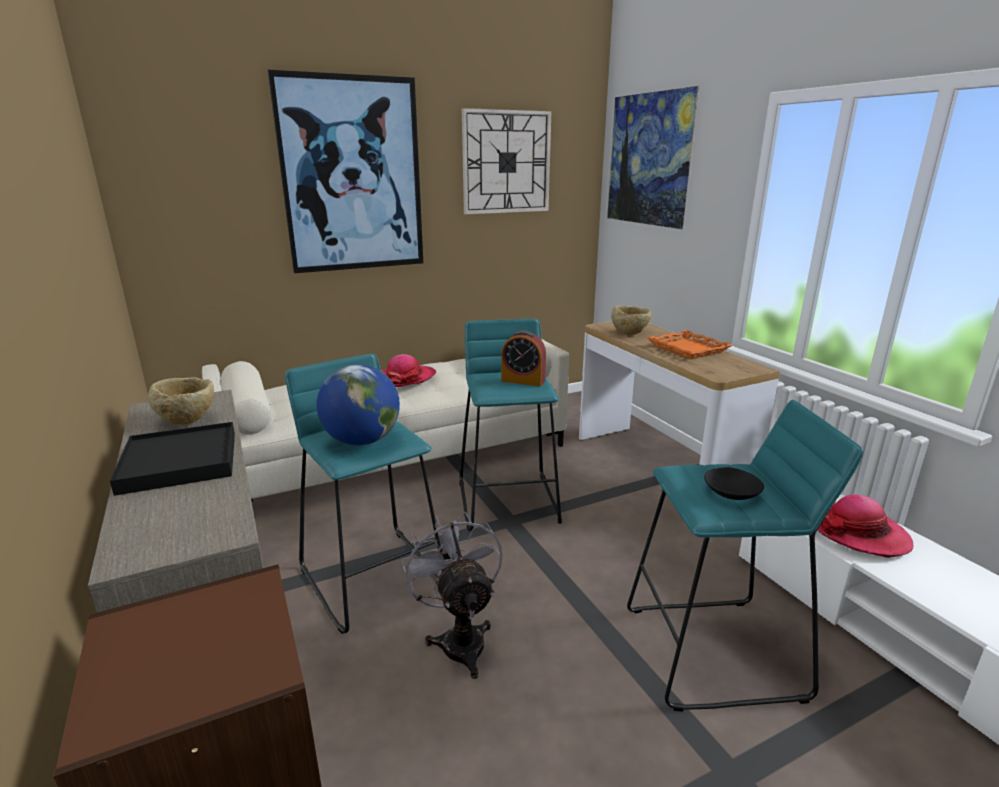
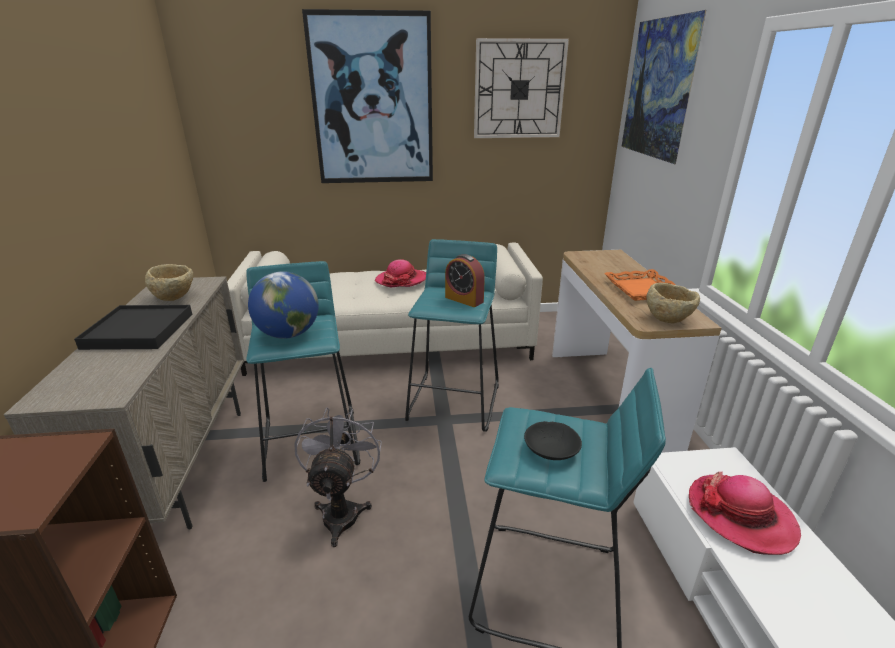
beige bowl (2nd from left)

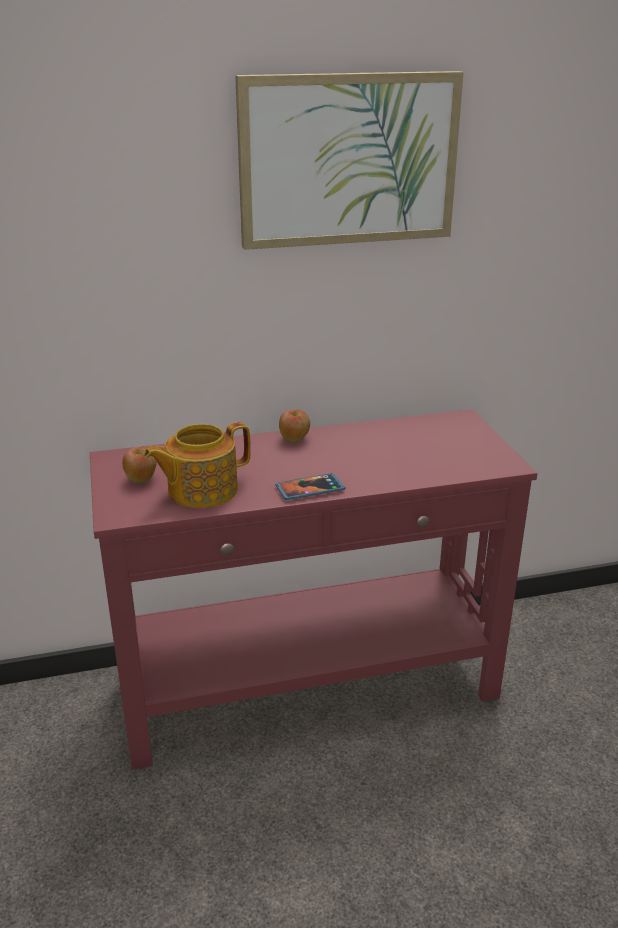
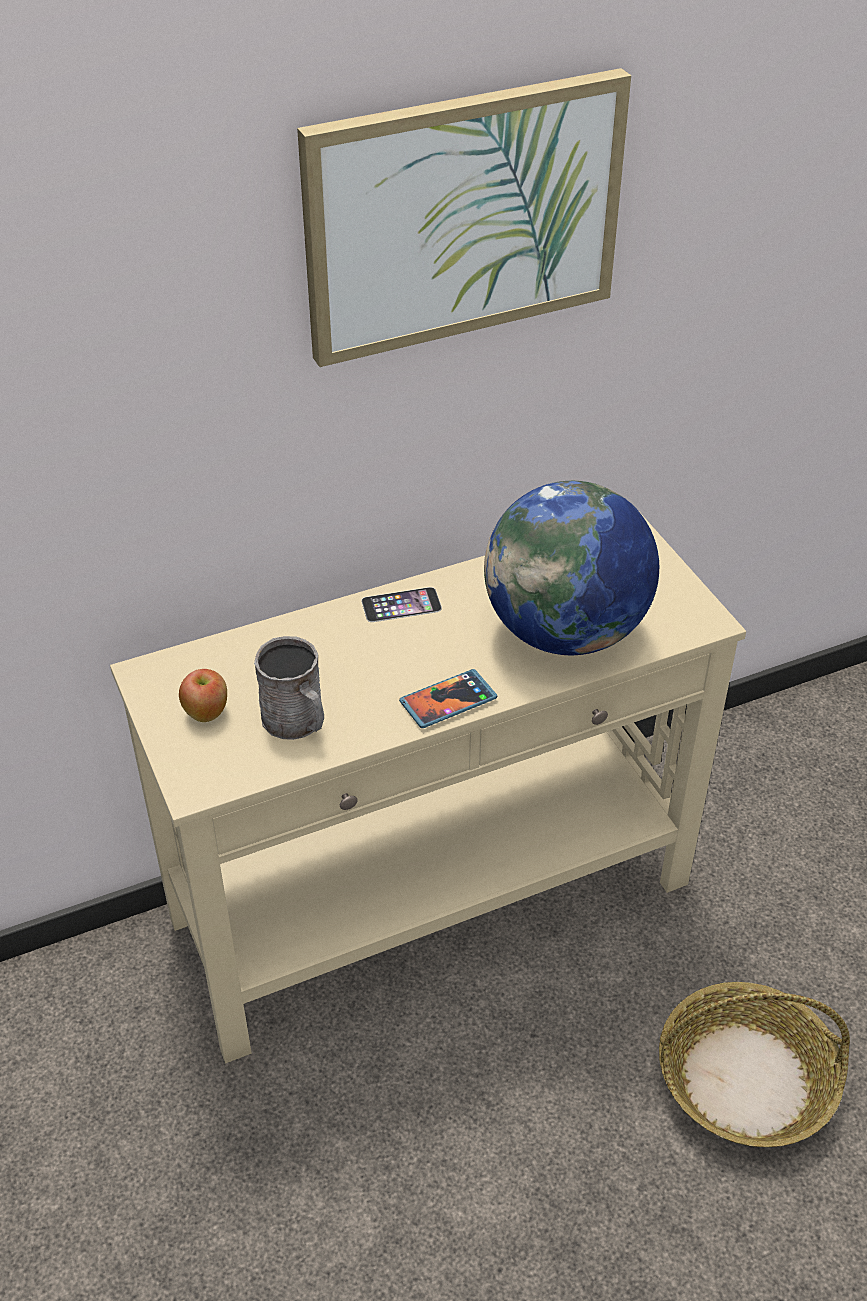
beige console table
grey mug
phone (1st from left)
globe
basket

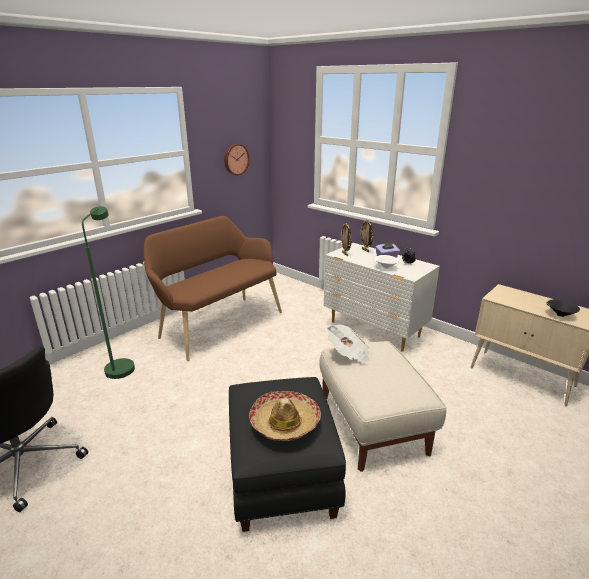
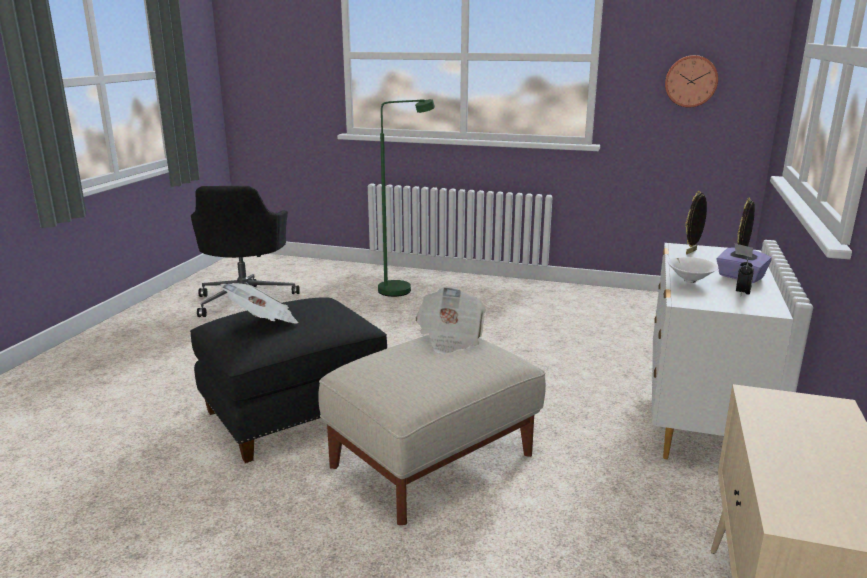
brown bench
newspaper (1st from left)
black bowl

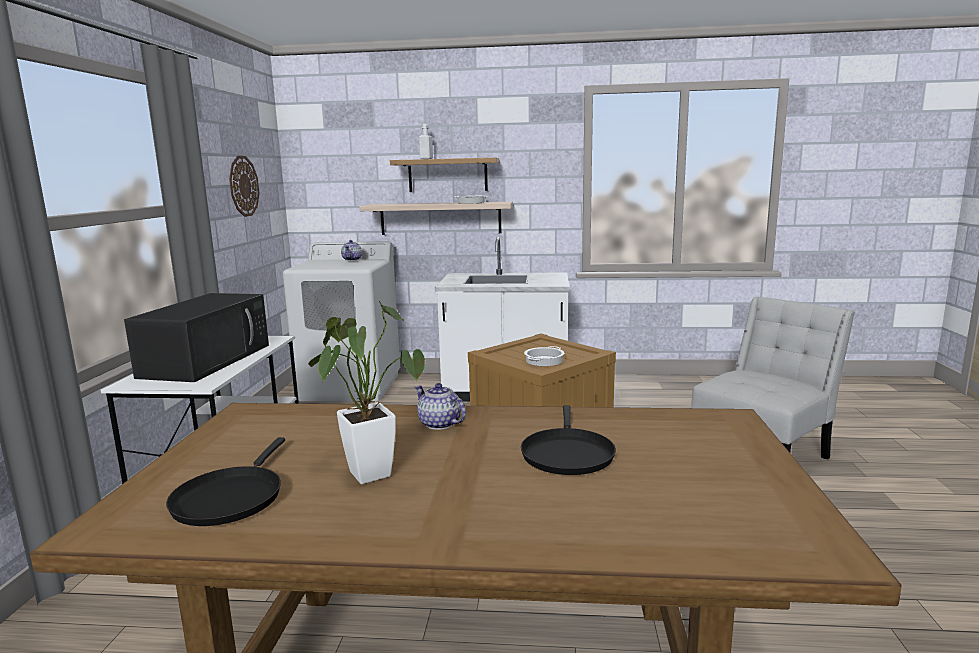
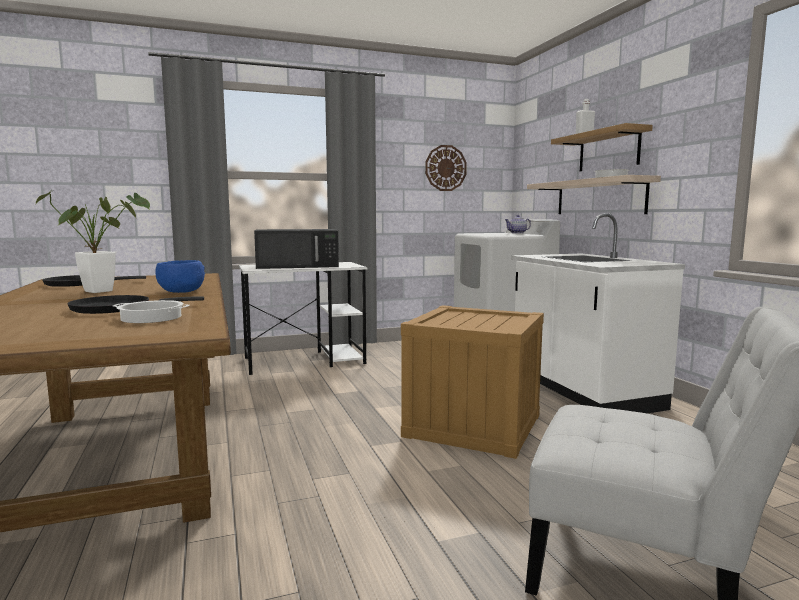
blue bowl
cooking pot (1st from left)

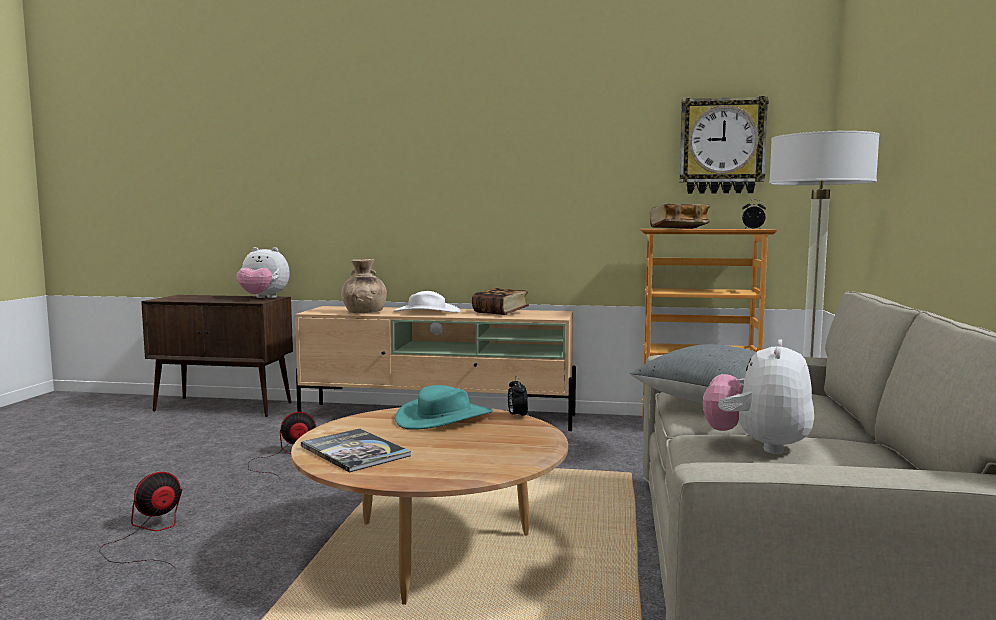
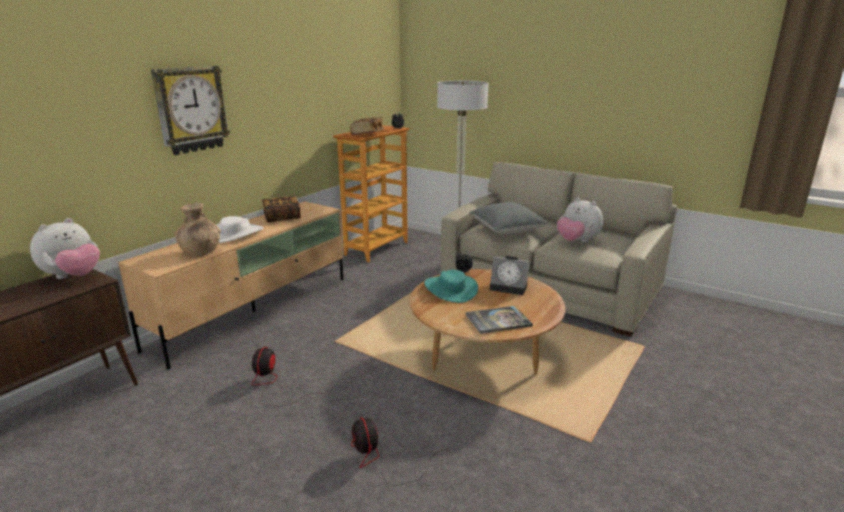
wall clock
alarm clock (3rd from left)

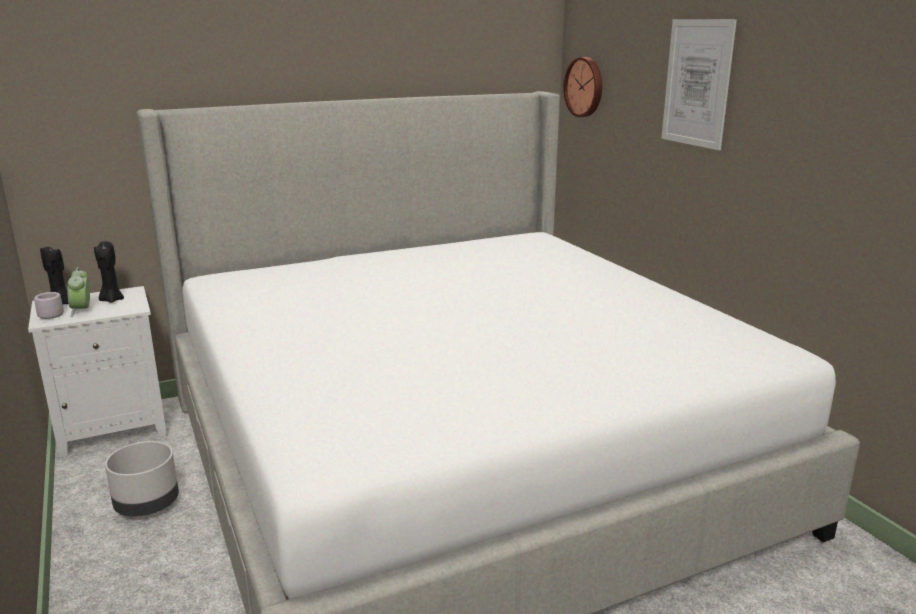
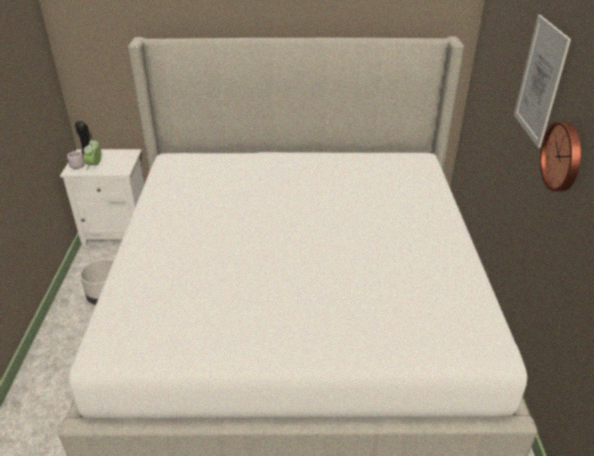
black candle (2nd from left in the first image)
wall clock

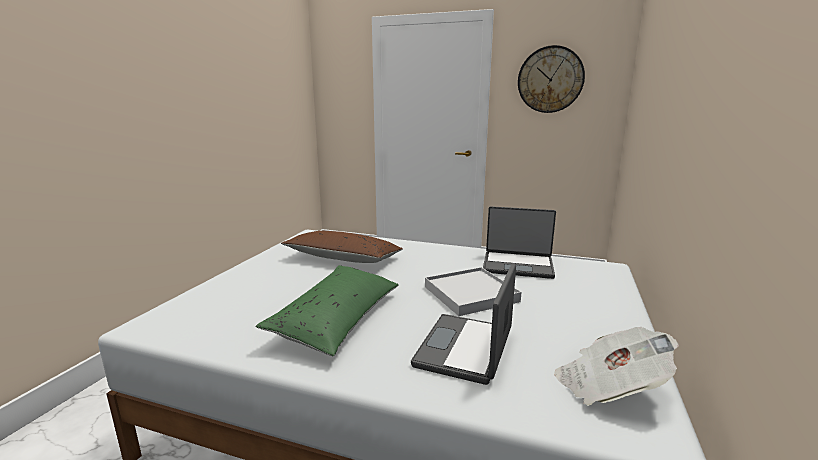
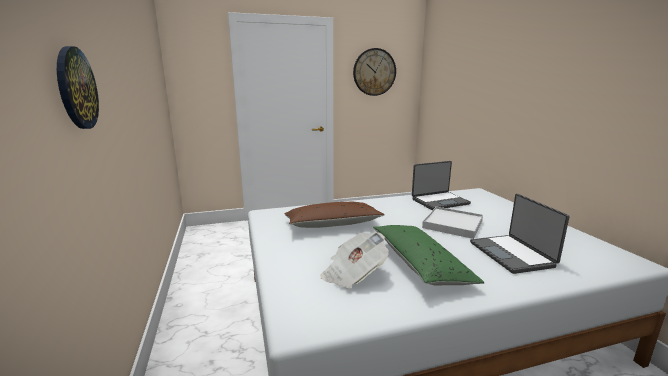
newspaper
wall clock (1st from left)

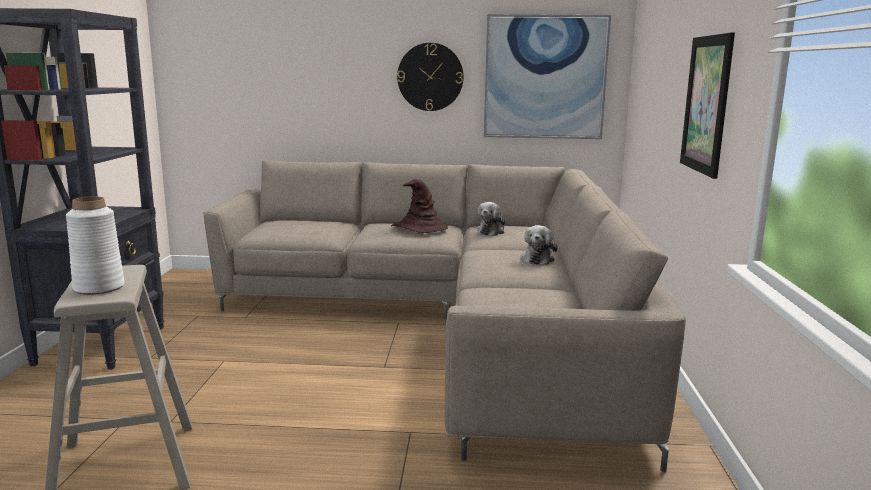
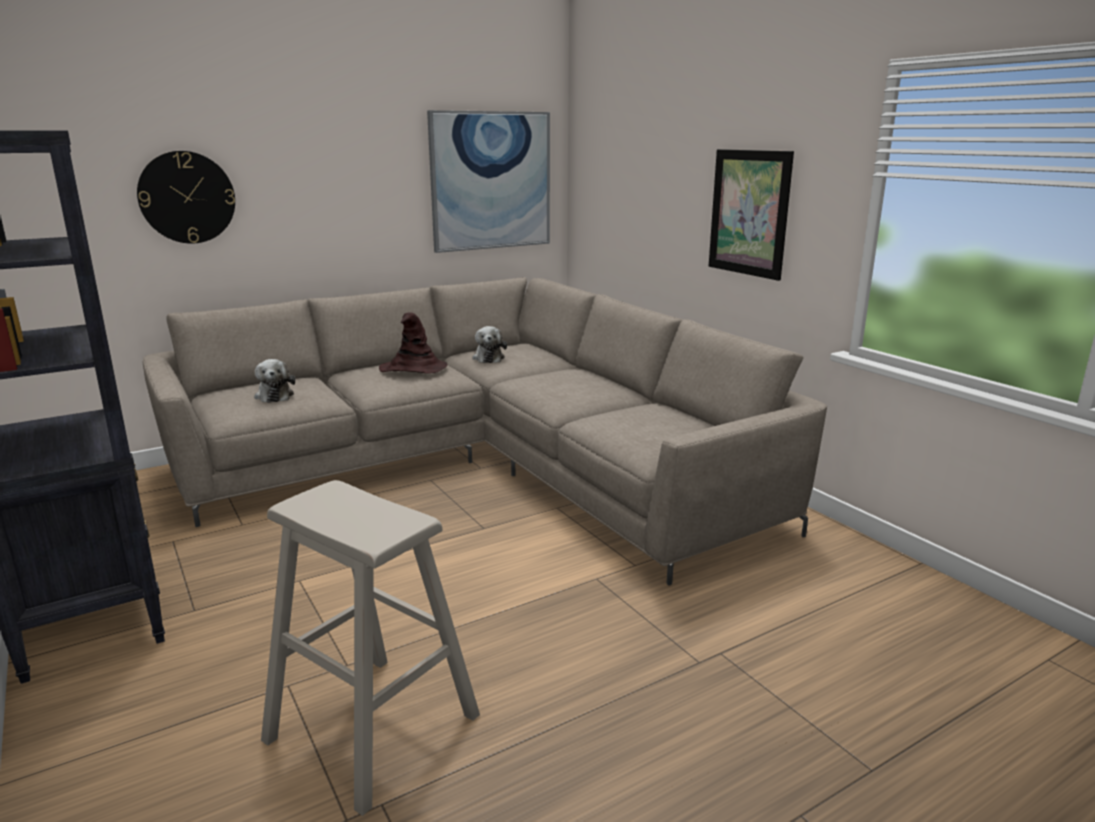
white vase
wall clock
plush toy (1st from left)

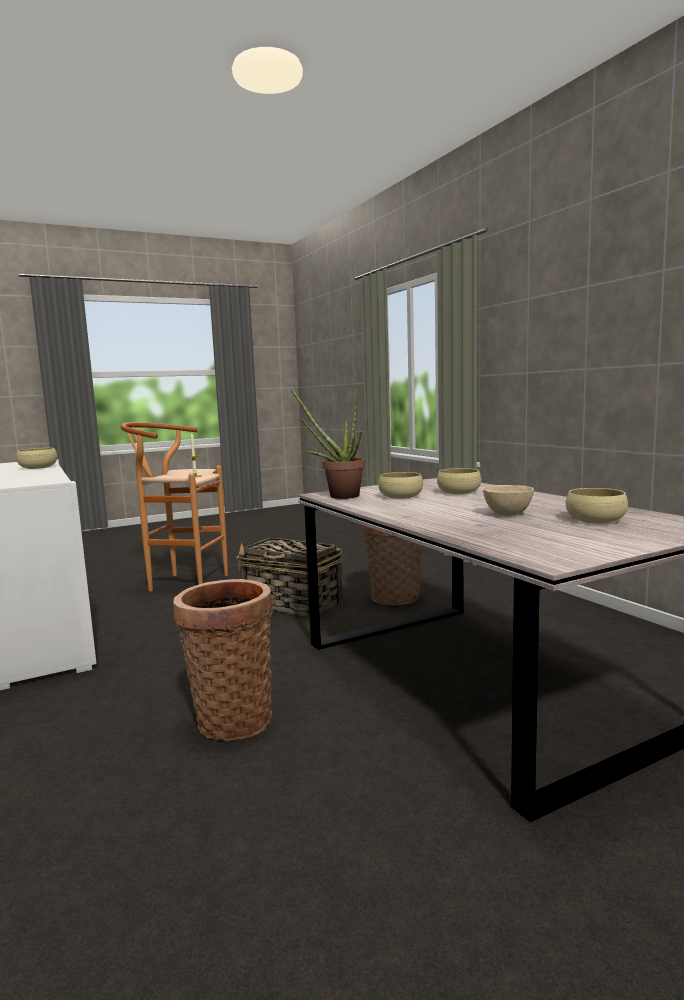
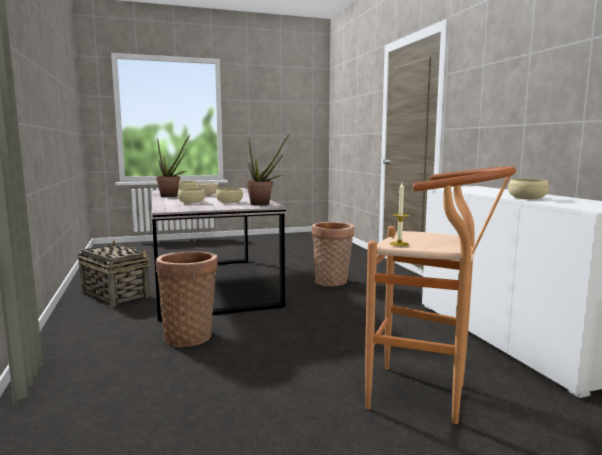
basket (1st from left)
potted plant (1st from left)

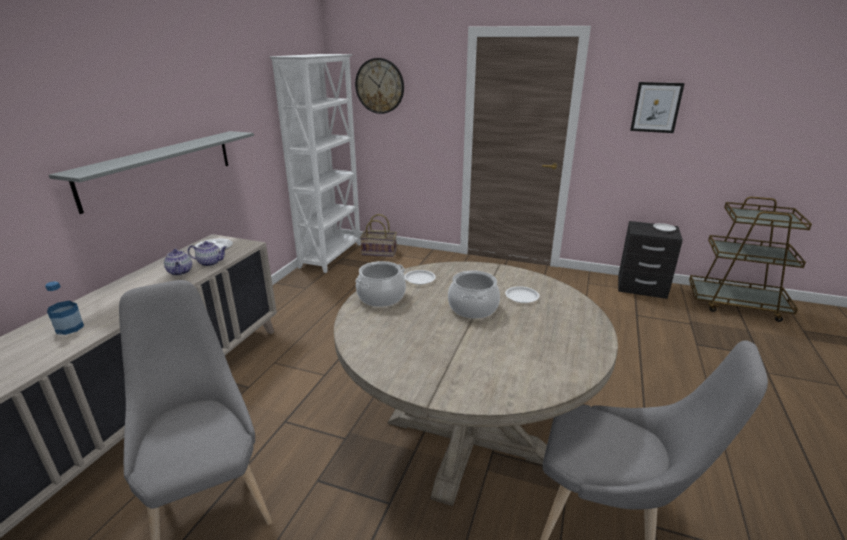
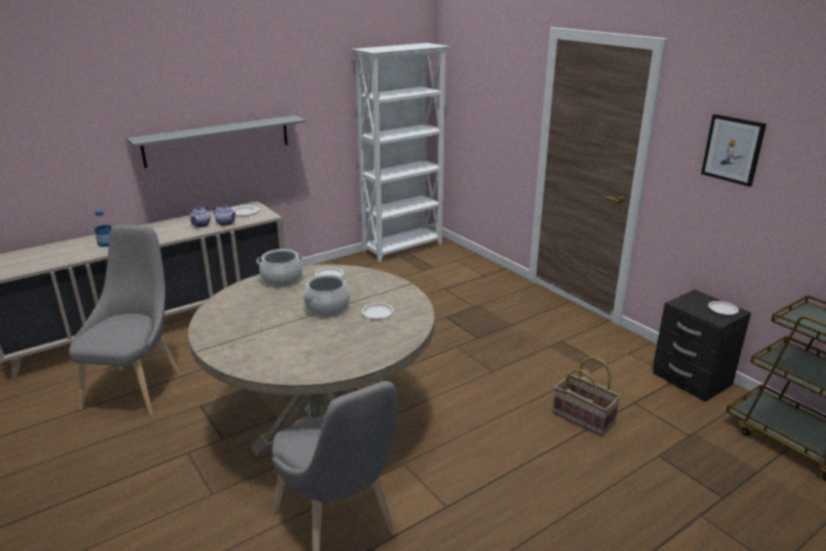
wall clock
basket

